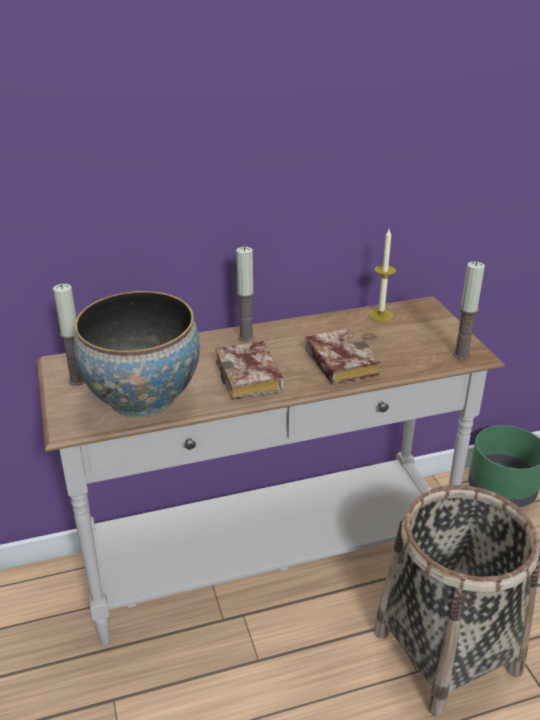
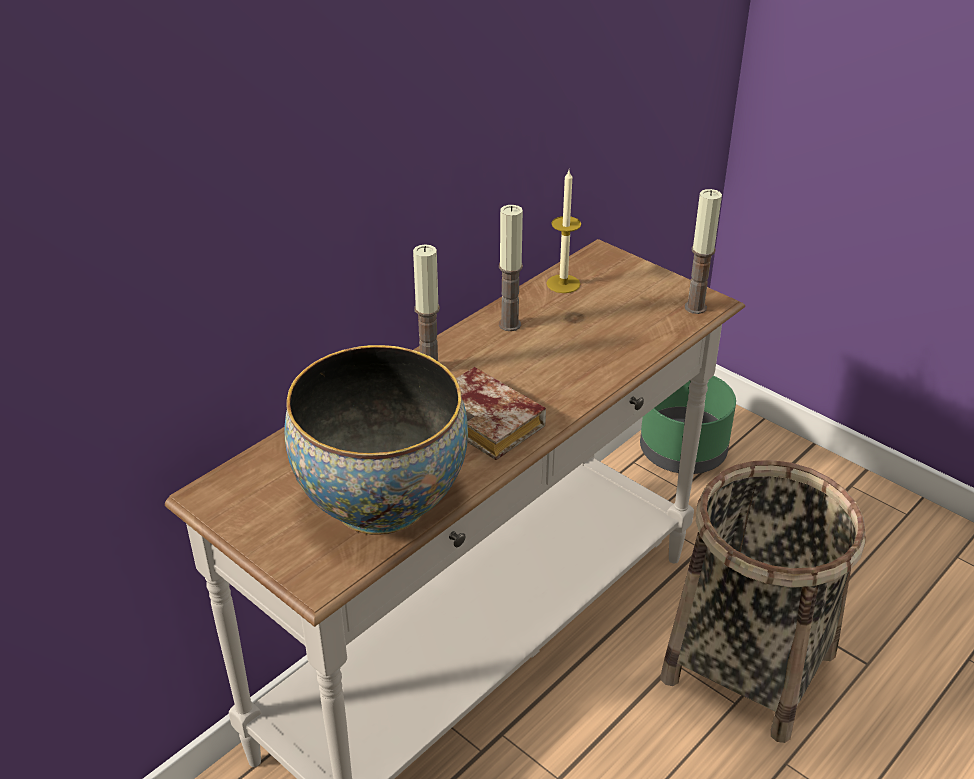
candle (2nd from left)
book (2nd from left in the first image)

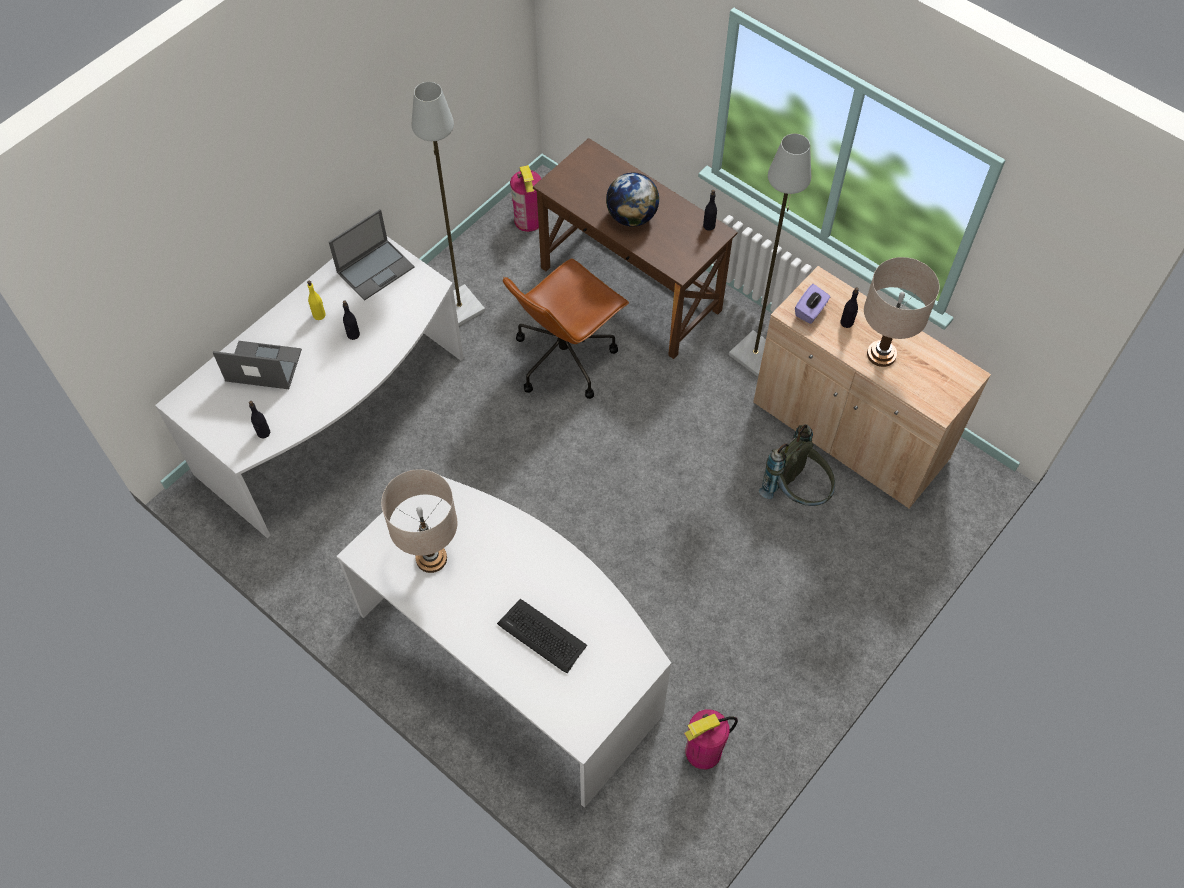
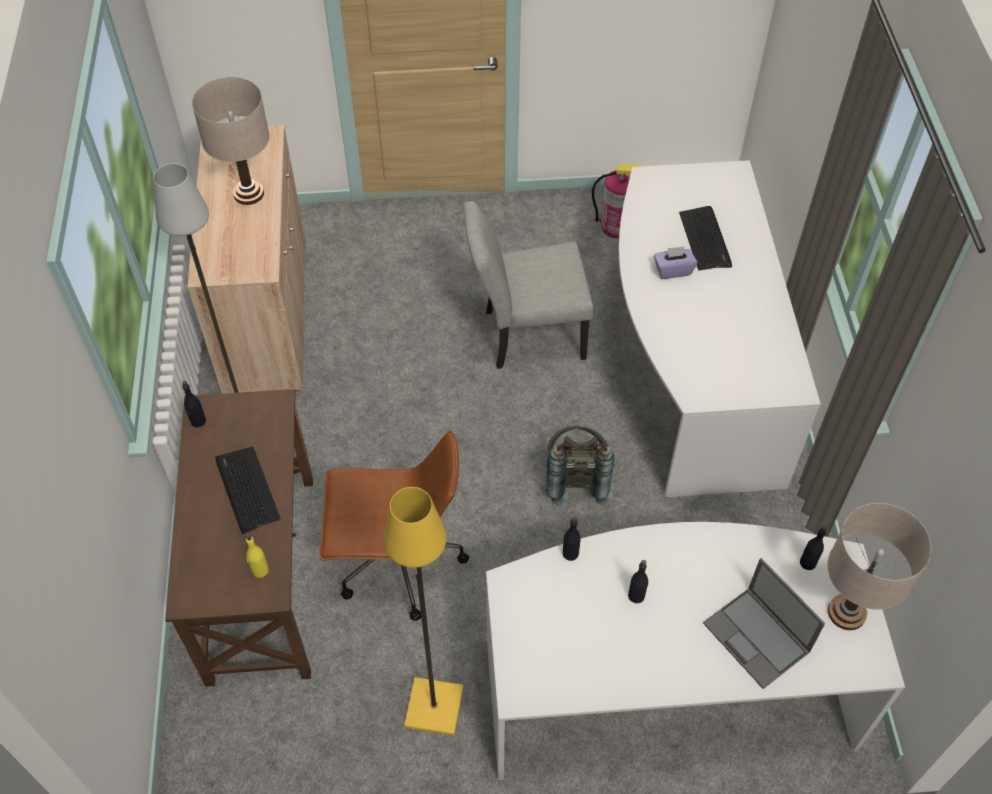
yellow bottle
laptop (2nd from left in the first image)
beige table lamp (2nd from left)
yellow floor lamp
fire extinguisher (1st from left in the first image)
keyboard (1st from left)
grey backpack
purple tissue box
black bottle (2nd from left)
grey chair

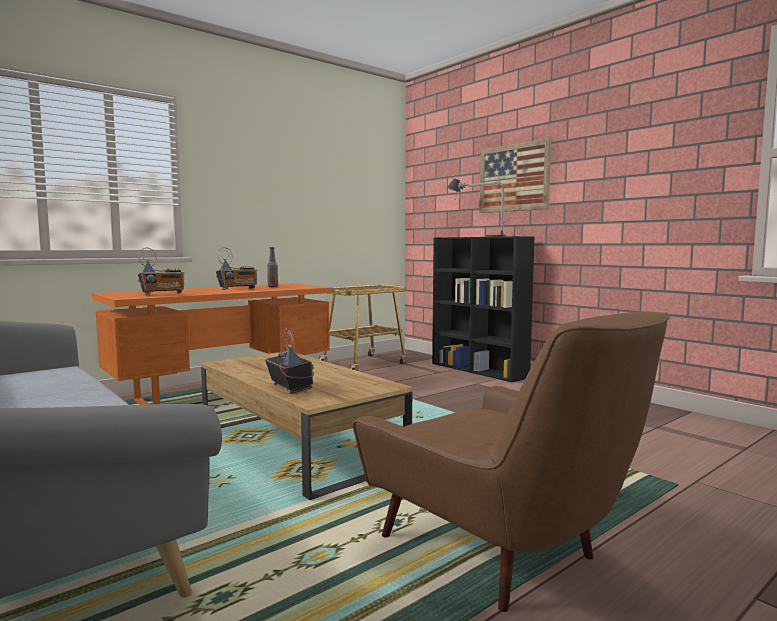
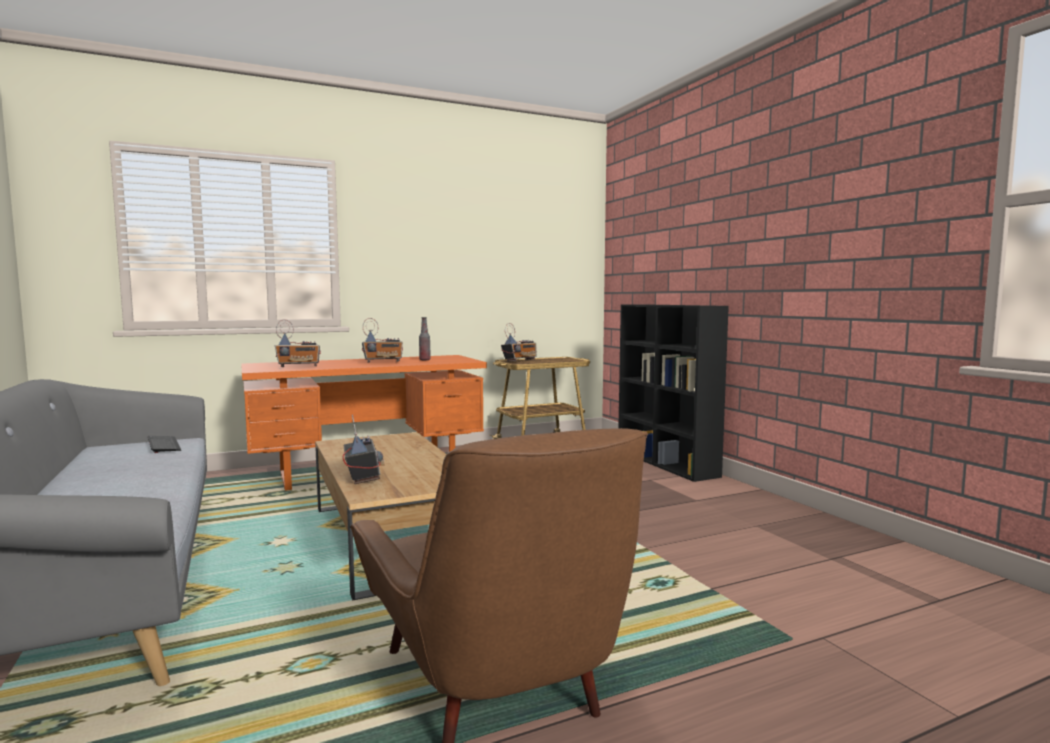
table lamp
picture
keyboard
radio (4th from left)

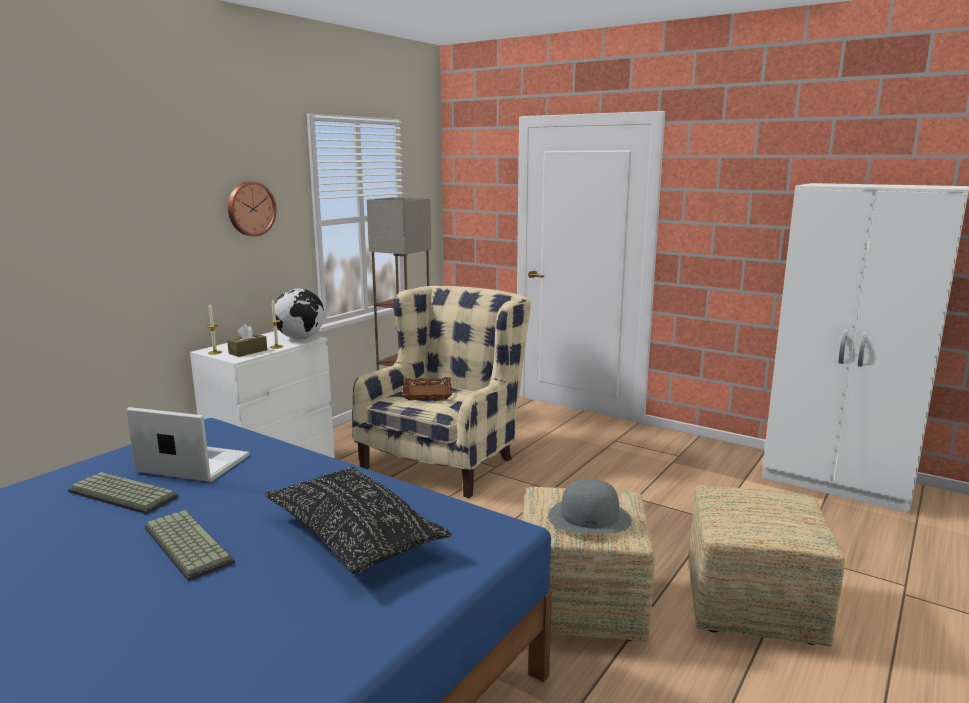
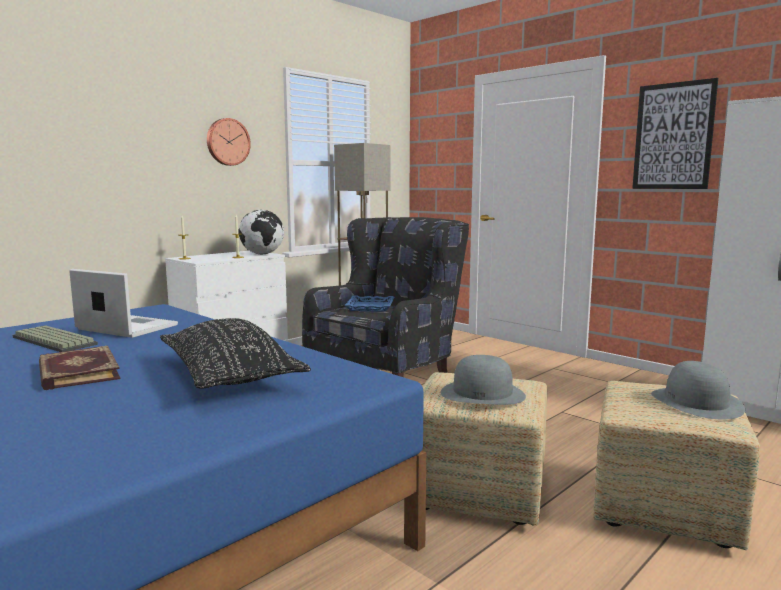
book
brown tissue box
black armchair
blue tray
picture
grey hat (2nd from left)

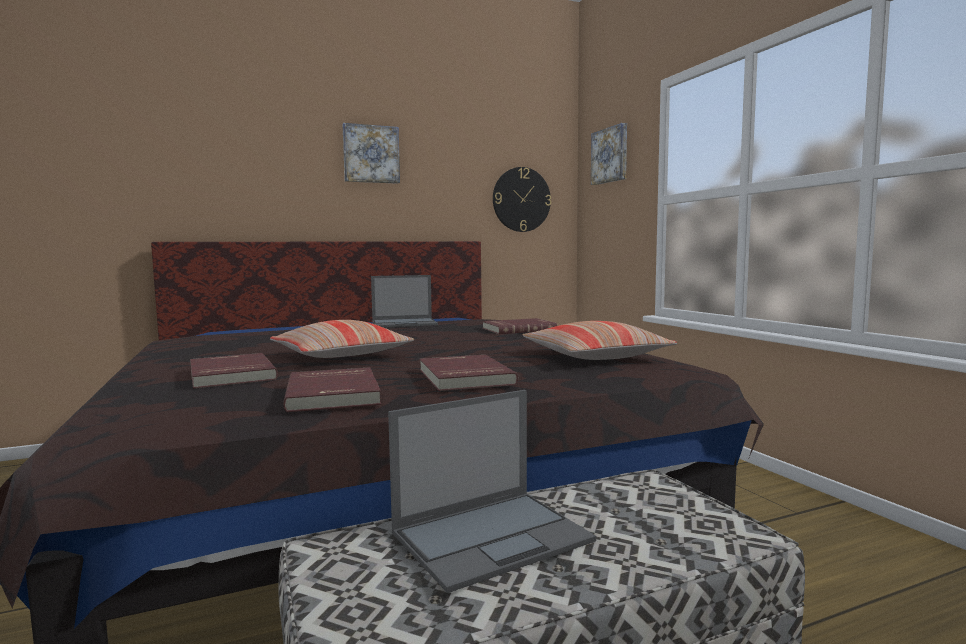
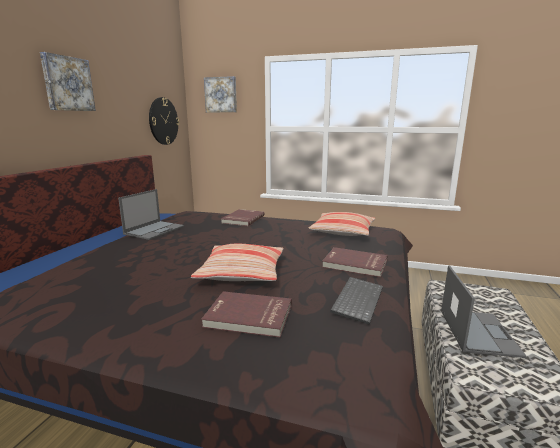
keyboard

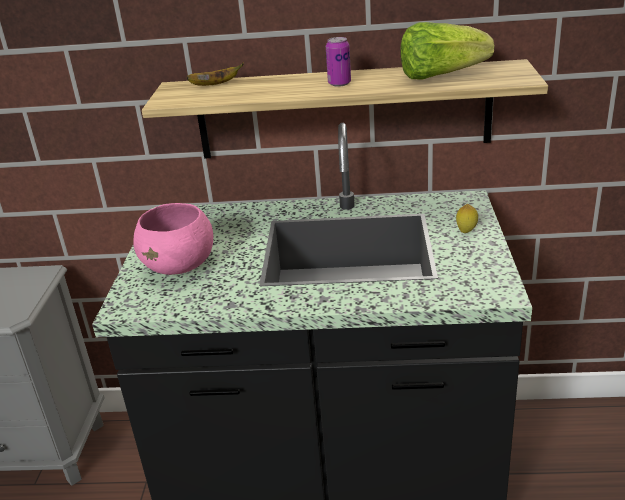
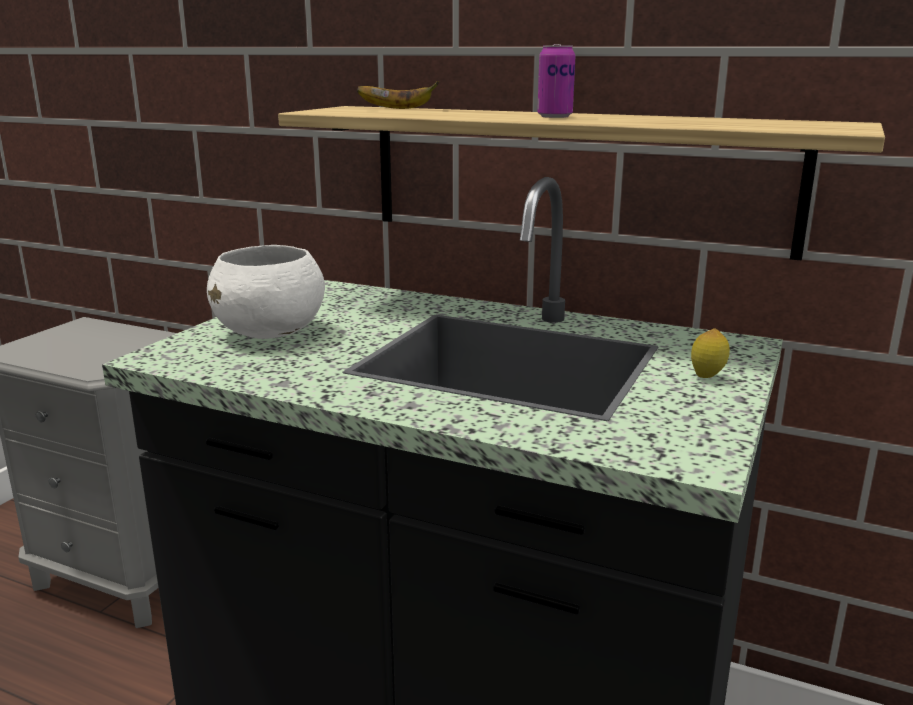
white bowl
lettuce

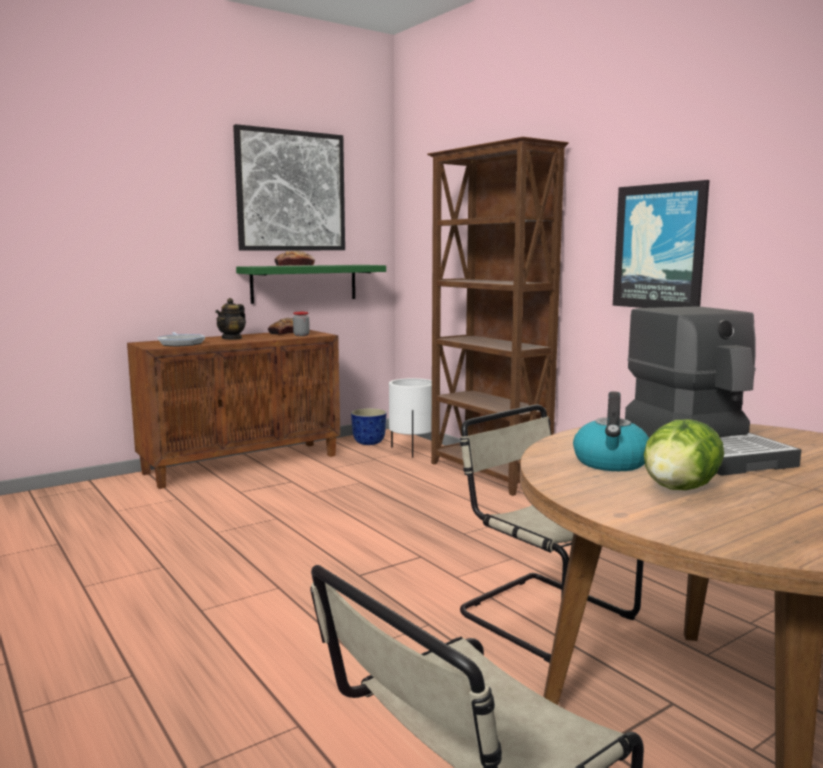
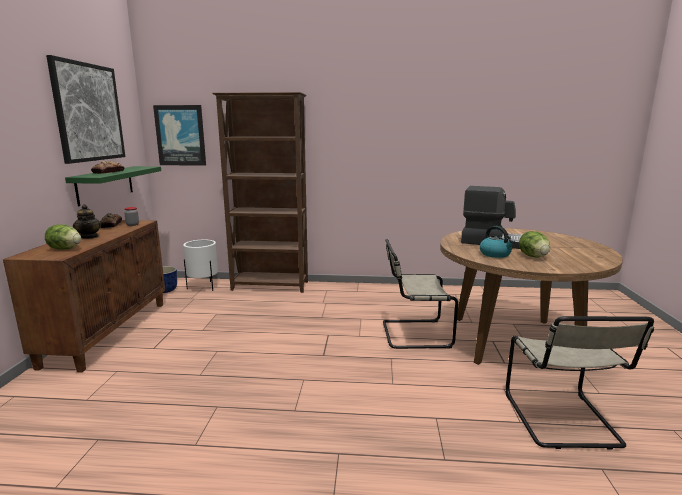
lettuce (1st from left)
picture (2nd from left)

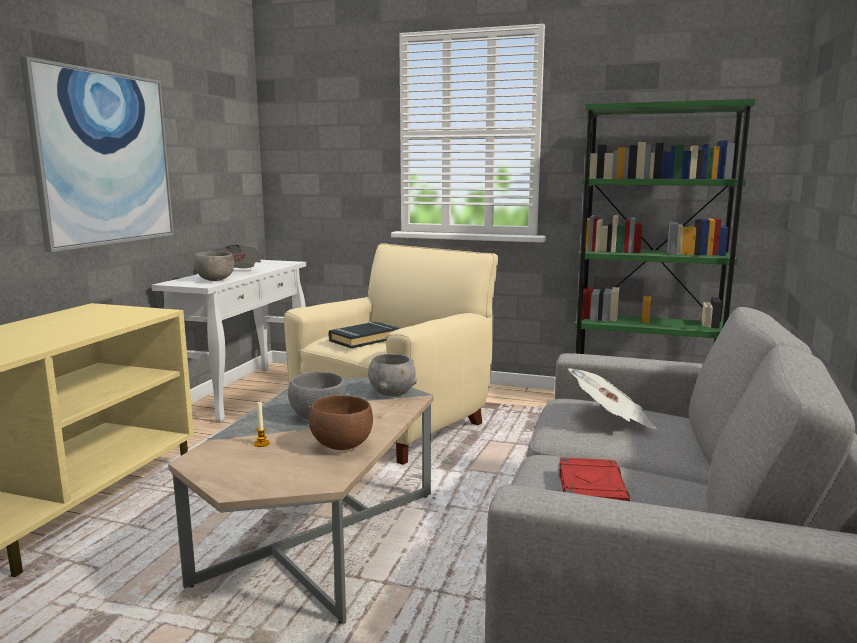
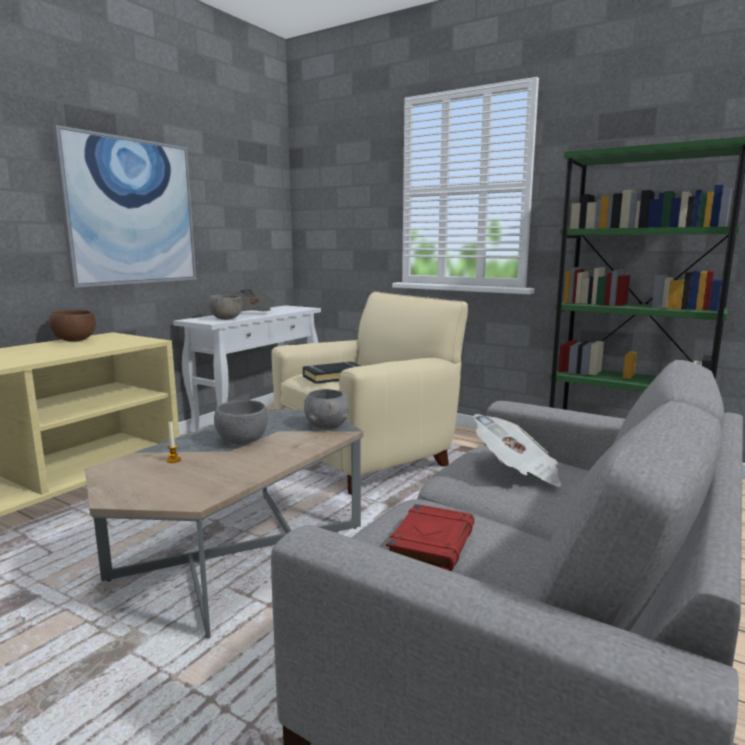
brown bowl

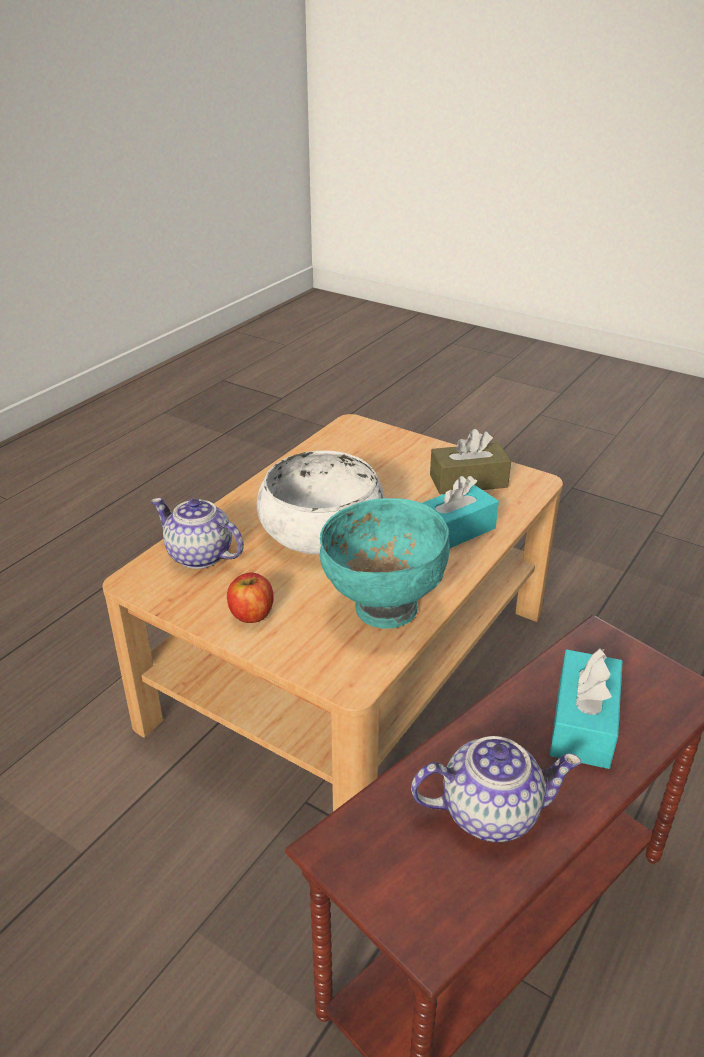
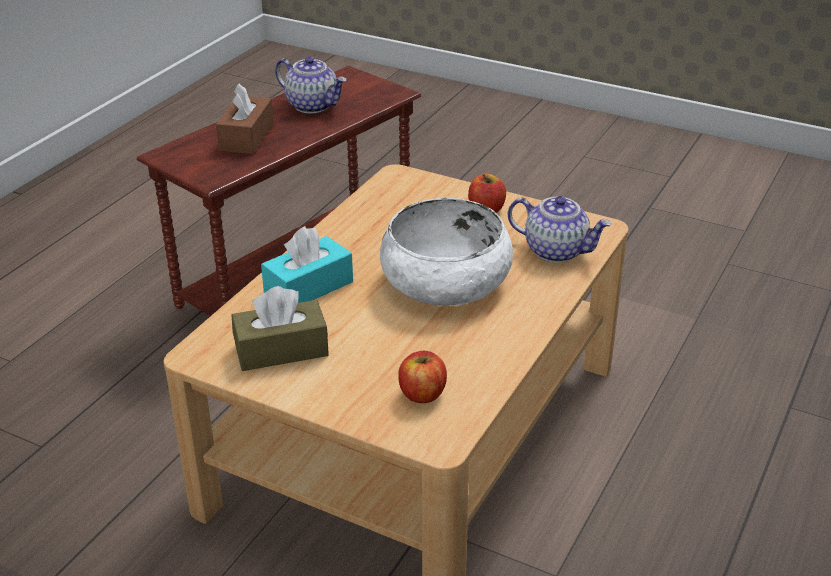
turquoise bowl
teapot (1st from left)
brown tissue box (1st from left)
apple (1st from left)

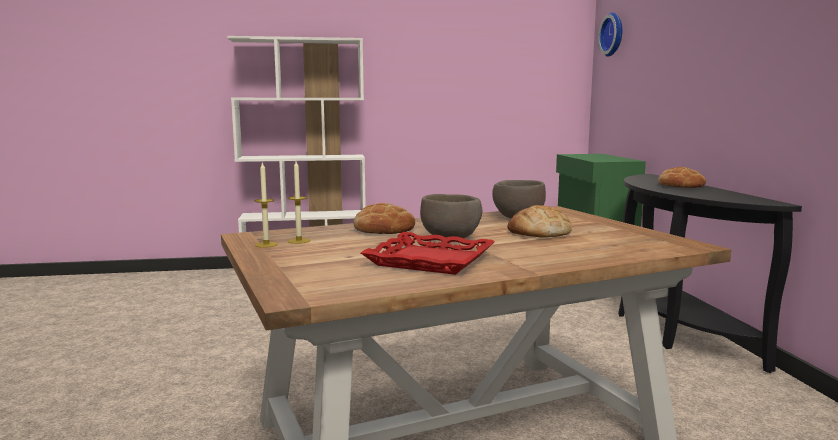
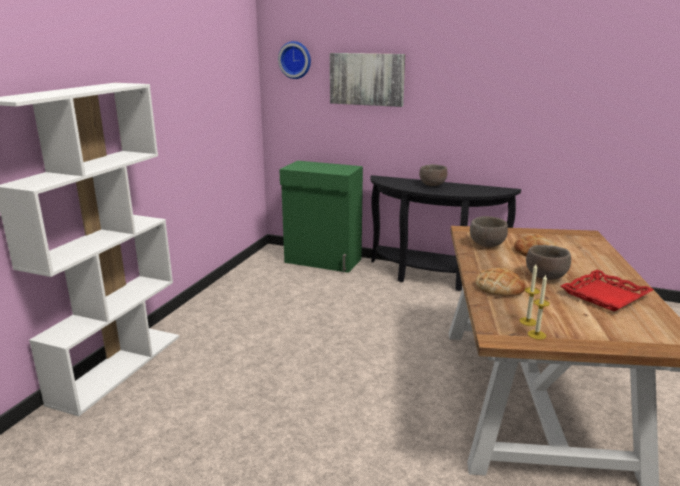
brown bowl (1st from left)
picture

